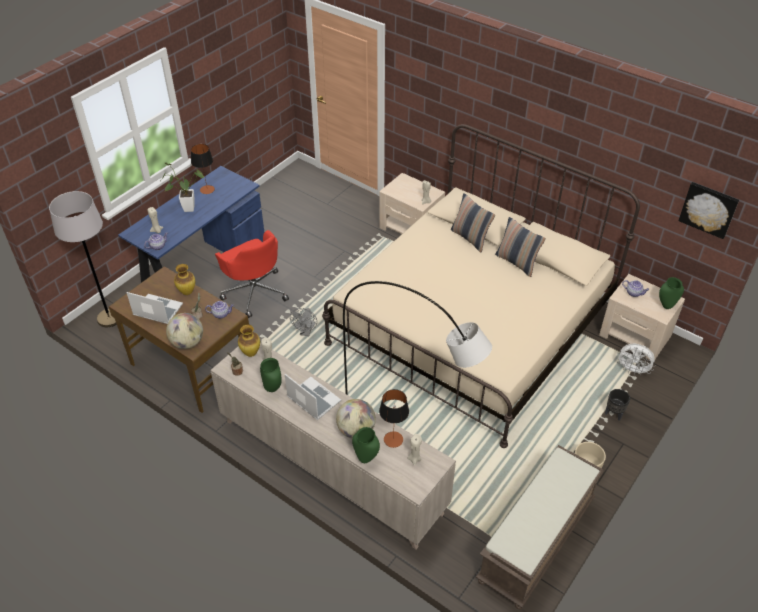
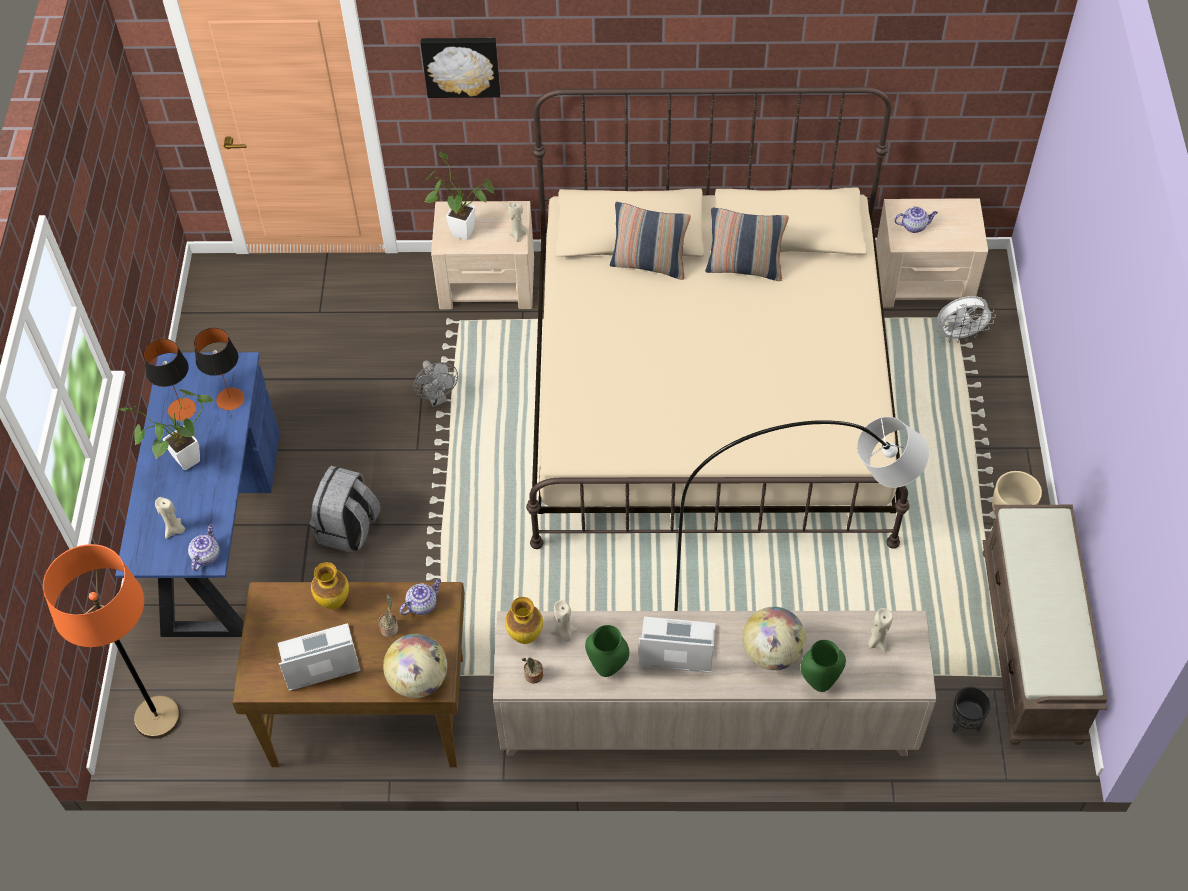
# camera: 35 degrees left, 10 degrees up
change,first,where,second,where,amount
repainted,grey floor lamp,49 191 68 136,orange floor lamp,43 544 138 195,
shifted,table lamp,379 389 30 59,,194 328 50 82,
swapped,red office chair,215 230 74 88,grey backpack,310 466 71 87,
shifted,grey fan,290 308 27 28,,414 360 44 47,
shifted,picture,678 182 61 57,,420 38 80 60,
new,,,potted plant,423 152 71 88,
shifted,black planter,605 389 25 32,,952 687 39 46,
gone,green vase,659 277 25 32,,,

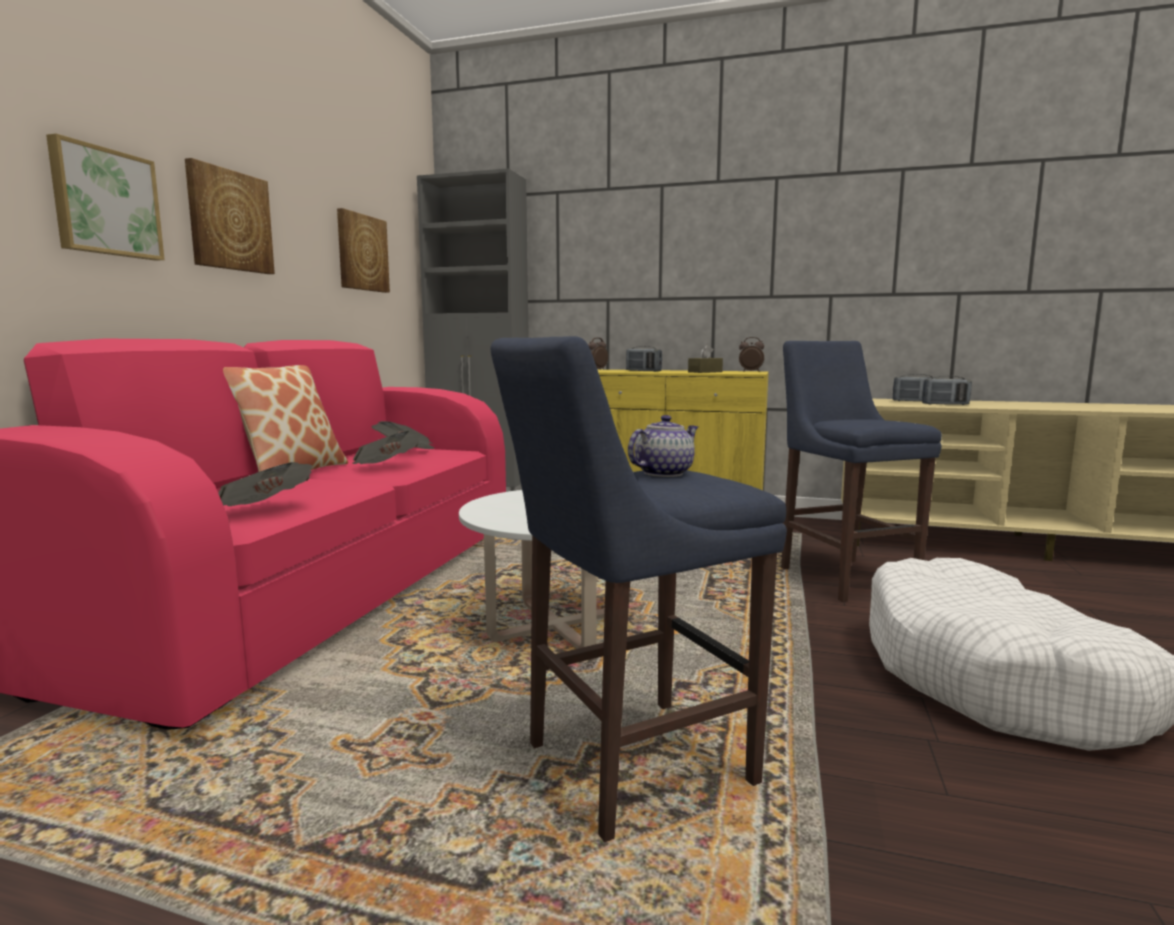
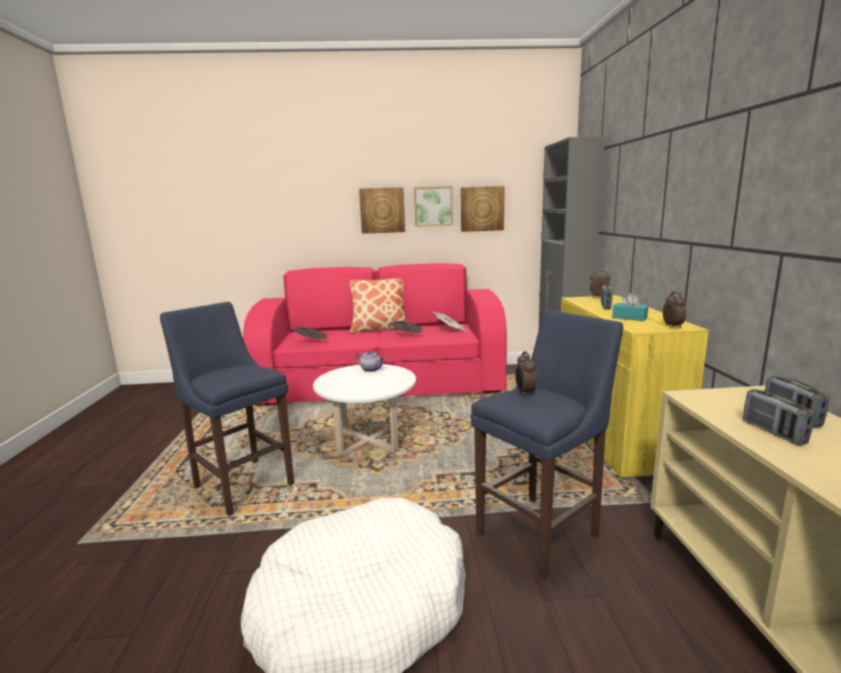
# camera: 70 degrees right, 5 degrees up
change,first,where,second,where,amount
shifted,teapot,628 415 70 62,,356 350 29 22,
shifted,picture,46 134 119 127,,414 186 39 41,
new,,,alarm clock,515 351 22 46,
repainted,brown tissue box,688 345 35 28,turquoise tissue box,612 293 36 28,

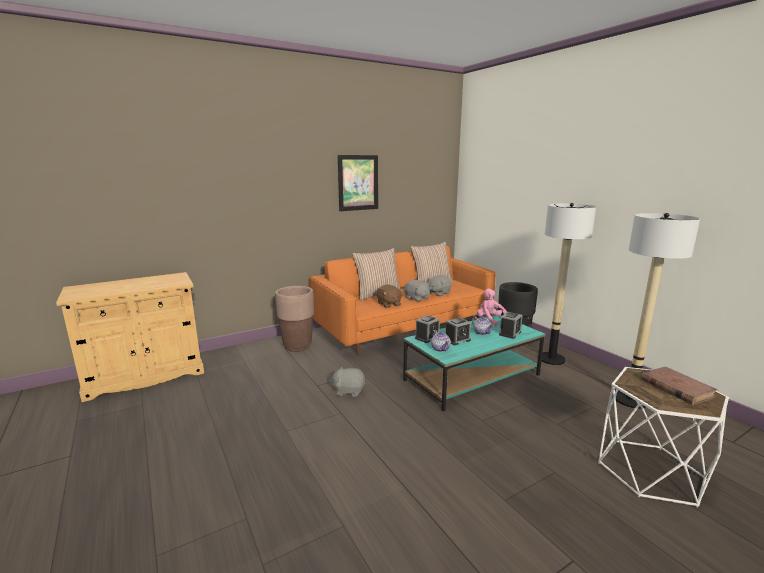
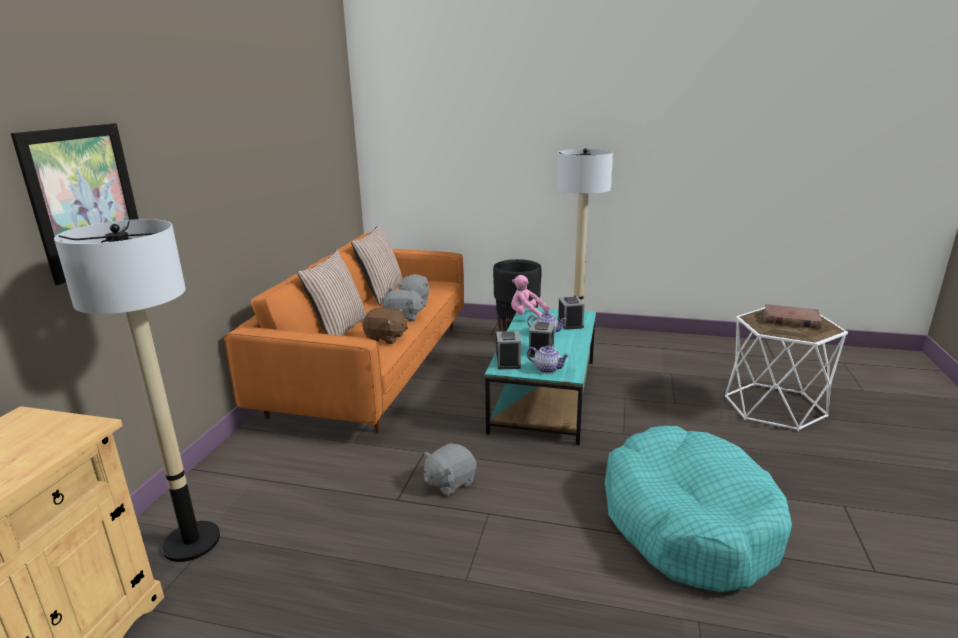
# camera: 45 degrees left, 5 degrees up
change,first,where,second,where,amount
shifted,picture,338 155 40 56,,11 123 128 162,
shifted,floor lamp,615 213 85 196,,54 219 166 343,
new,,,turquoise dog bed,605 426 187 166,
gone,brown planter,275 286 39 66,,,

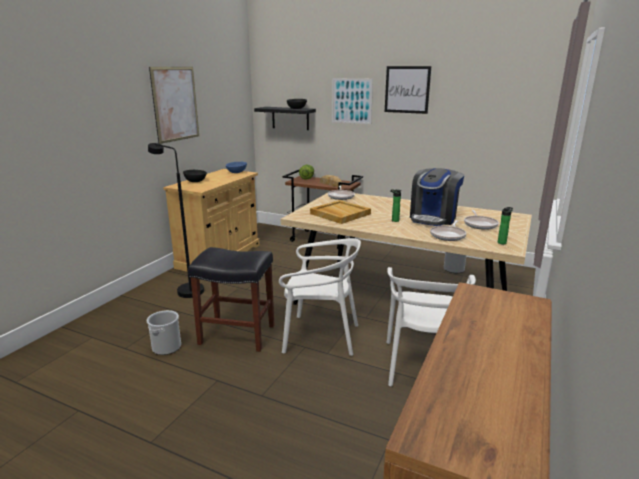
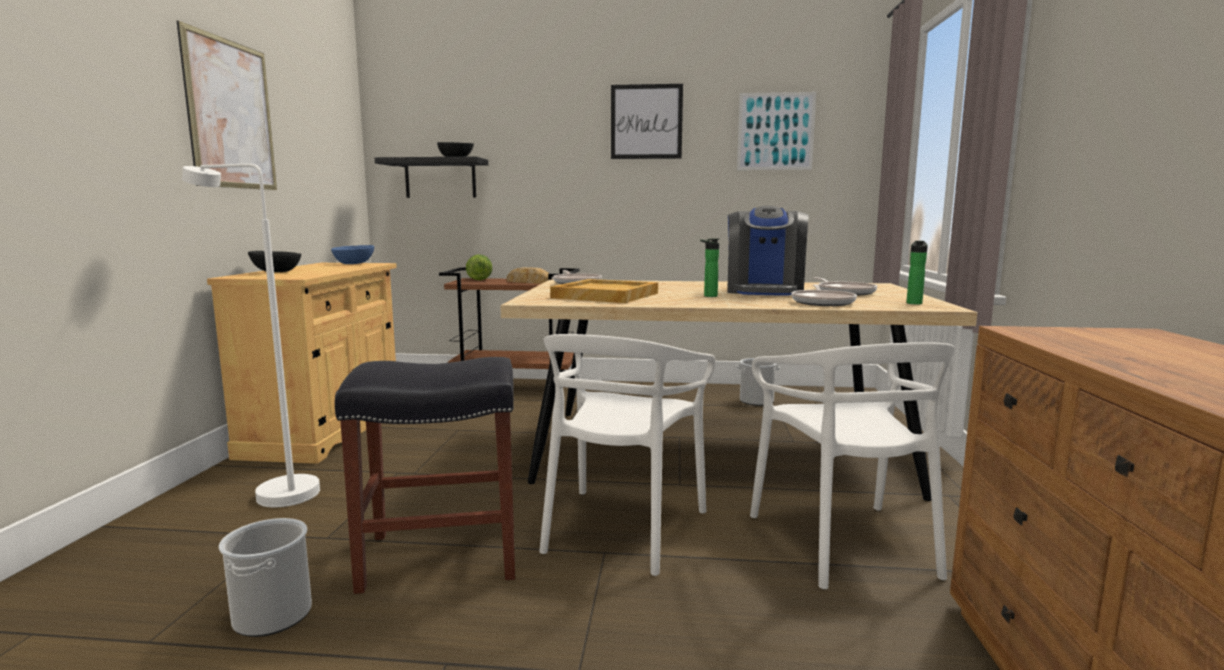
# camera: 20 degrees left, 10 degrees down
change,first,where,second,where,amount
repainted,black floor lamp,148 143 56 155,white floor lamp,182 164 138 343,
rotated,white chair,279 238 82 118,,539 334 176 242,120 degrees clockwise
shifted,picture,332 78 41 46,,737 92 79 78,

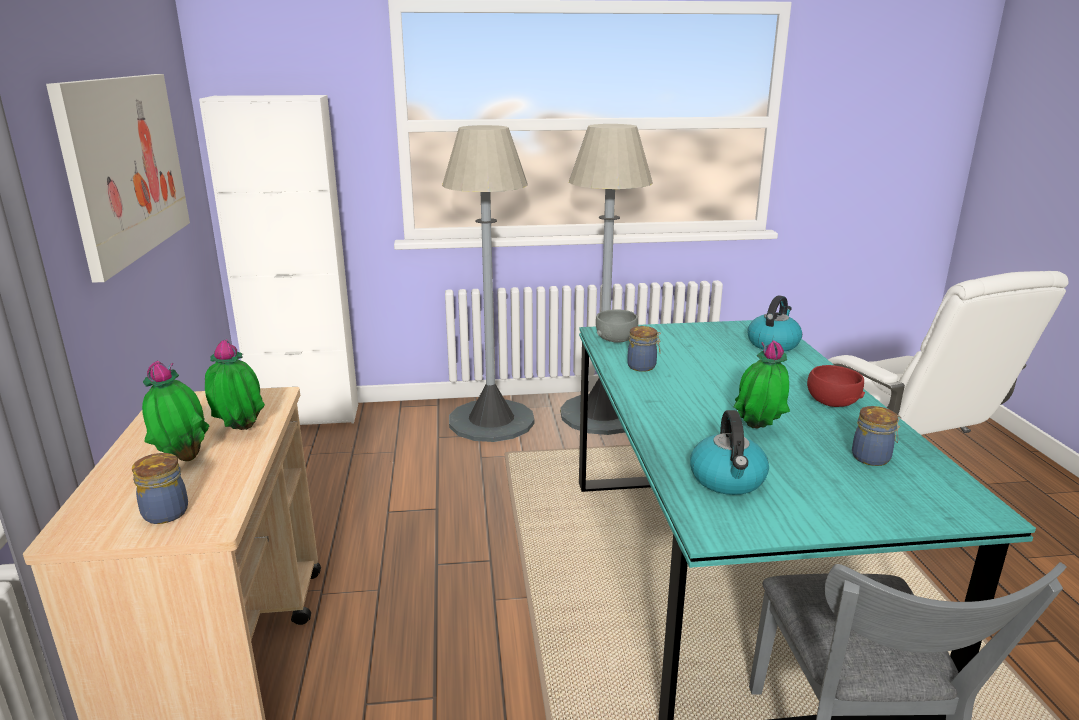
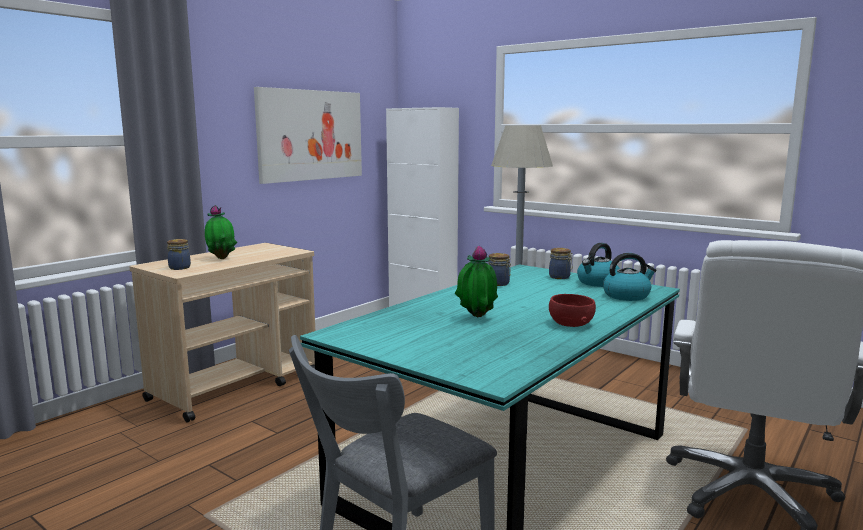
# camera: 45 degrees right, 10 degrees down
change,first,where,second,where,amount
shifted,jar,852 406 50 60,,549 248 23 31,
shifted,kettle,690 410 79 85,,577 243 43 44,
gone,potted plant,205 339 60 91,,,
gone,grey floor lamp,560 124 93 311,,,
gone,grey bowl,596 310 42 33,,,

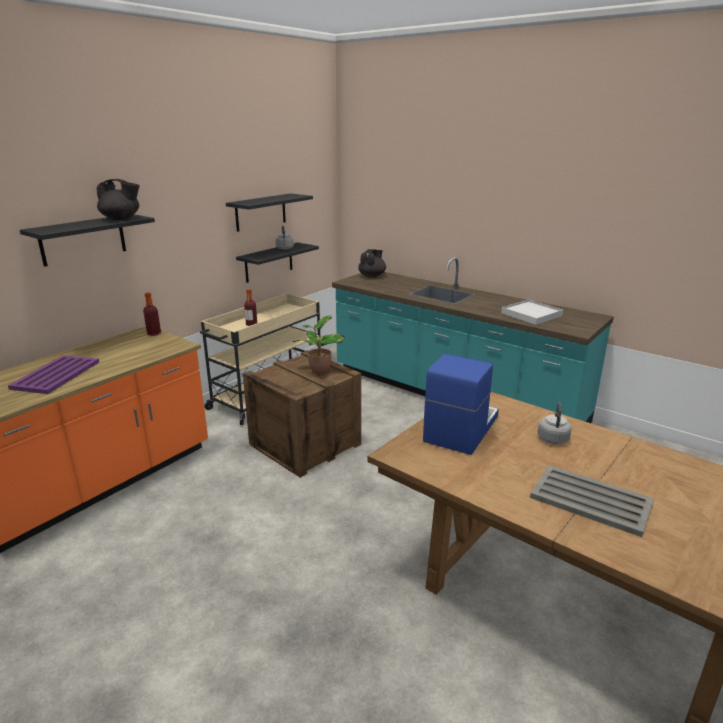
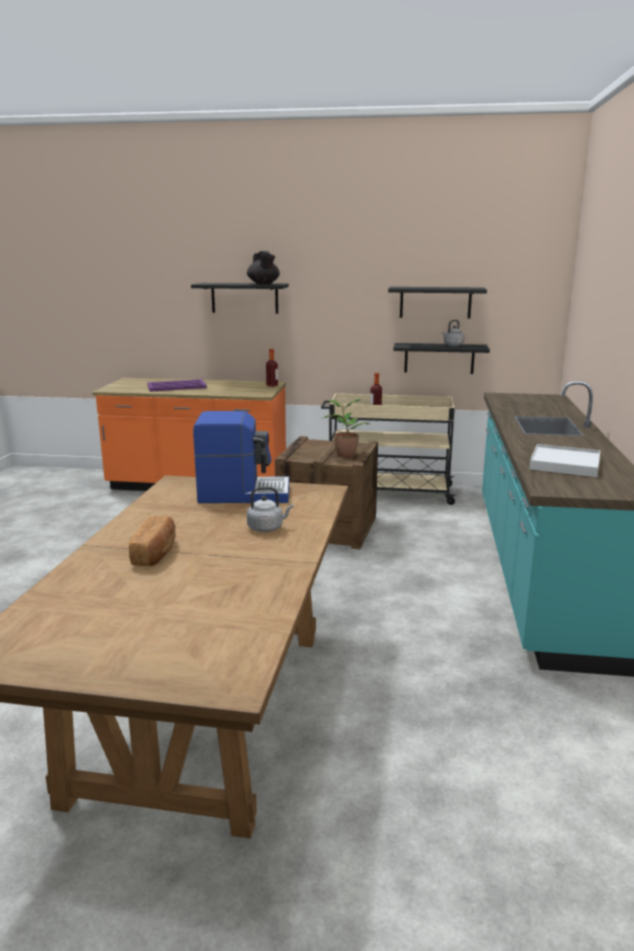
# camera: 60 degrees right, 5 degrees down
change,first,where,second,where,amount
swapped,grey tray,530 465 124 72,bread,129 516 46 50,
gone,black teapot,358 249 28 28,,,

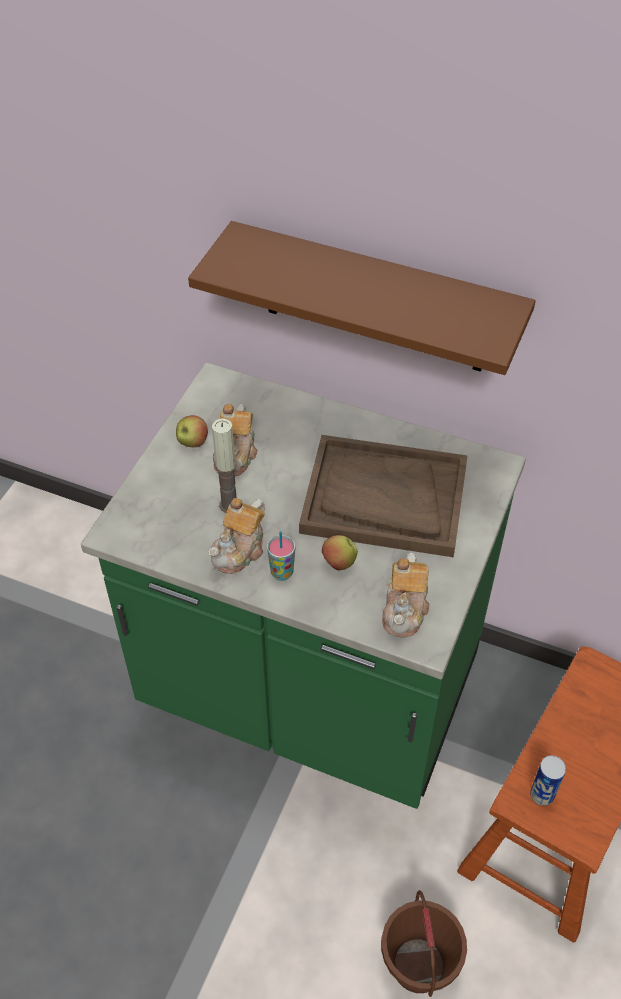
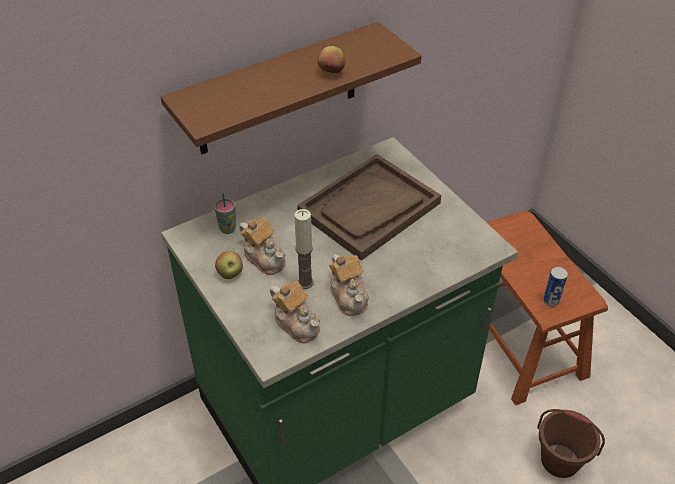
# camera: 55 degrees left, 5 degrees down
change,first,where,second,where,amount
shifted,cup,267 531 28 50,,214 193 22 41,
shifted,teapot,382 553 47 84,,270 281 50 62,
shifted,apple,322 535 36 35,,317 46 28 27,

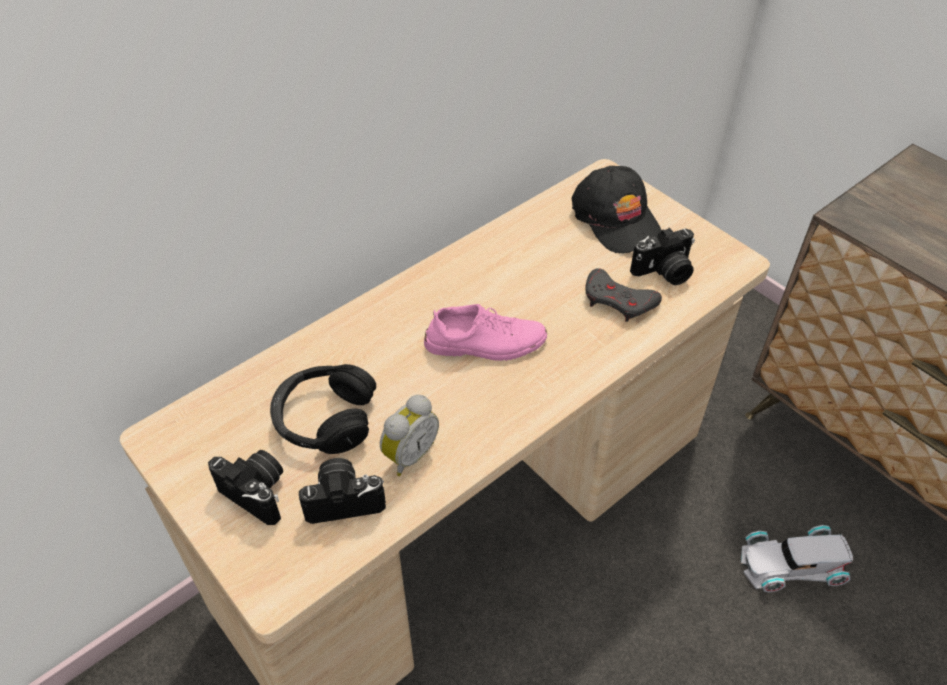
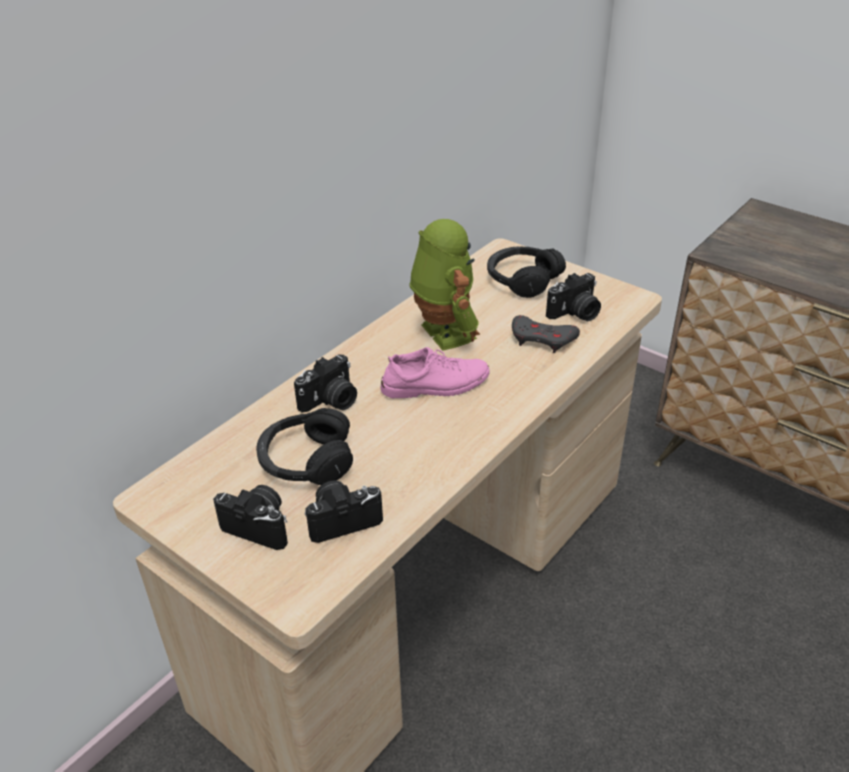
# camera: 10 degrees left, 10 degrees down
change,first,where,second,where,amount
new,,,photo camera,294 354 63 58,
new,,,toy robot,410 219 70 131,
swapped,black cap,572 166 90 87,black headphones,487 247 79 51,
gone,alarm clock,380 395 59 81,,,
gone,white toy car,741 525 112 68,,,

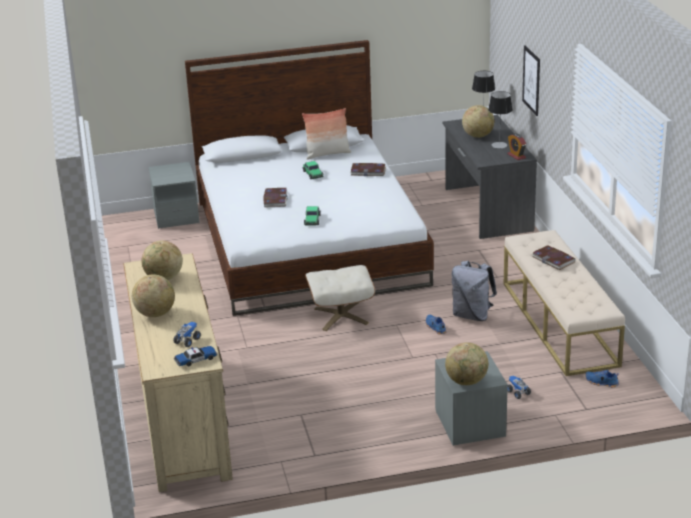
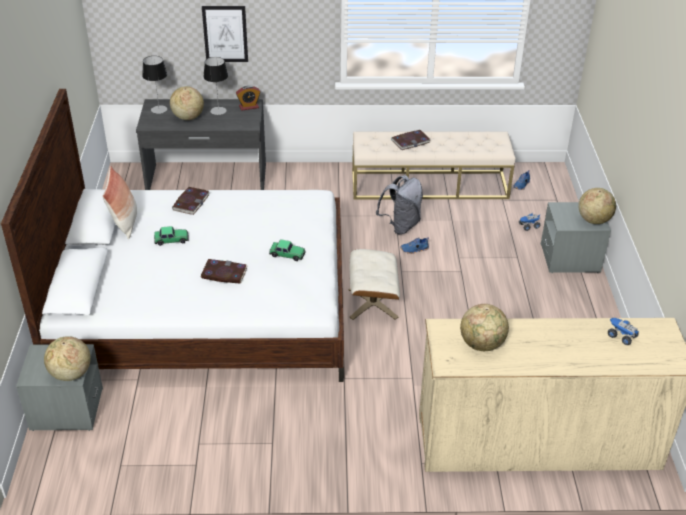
# camera: 80 degrees left, 10 degrees up
change,first,where,second,where,amount
shifted,globe,132 274 43 43,,44 336 47 45,
gone,toy car,174 346 44 20,,,

